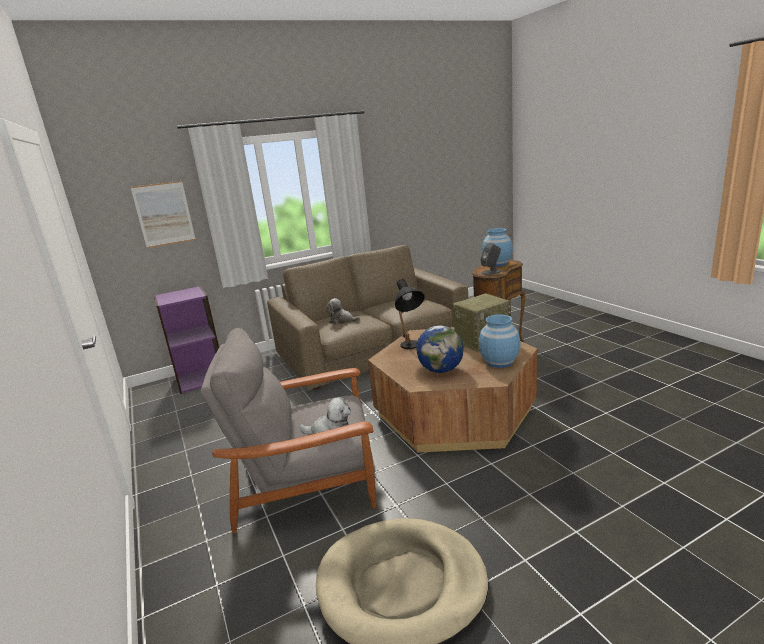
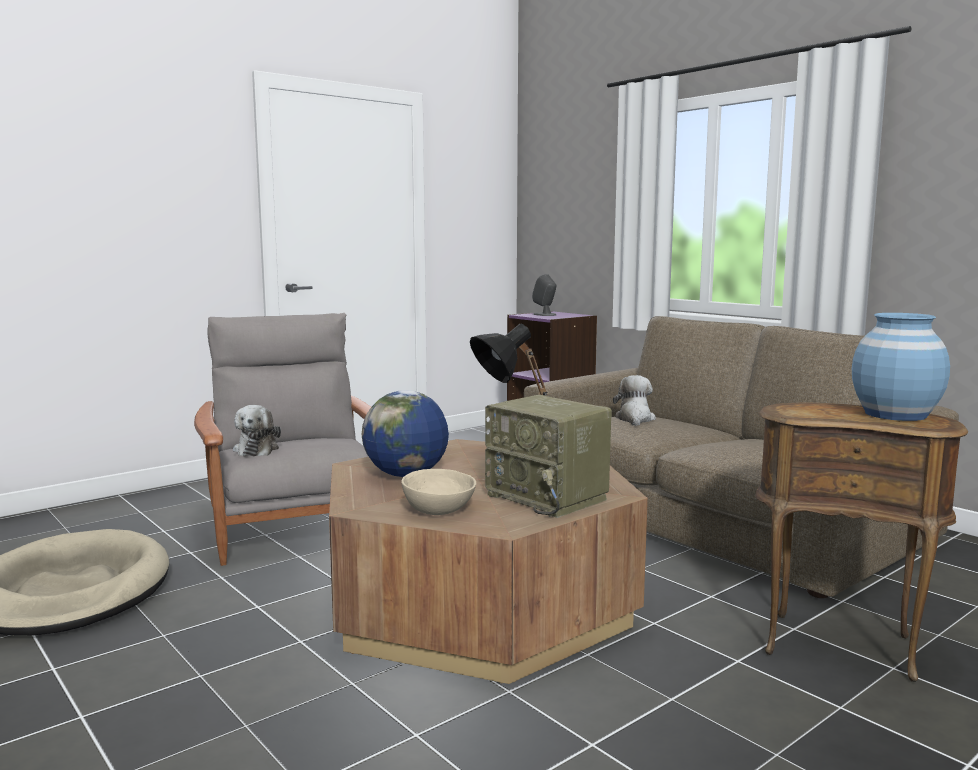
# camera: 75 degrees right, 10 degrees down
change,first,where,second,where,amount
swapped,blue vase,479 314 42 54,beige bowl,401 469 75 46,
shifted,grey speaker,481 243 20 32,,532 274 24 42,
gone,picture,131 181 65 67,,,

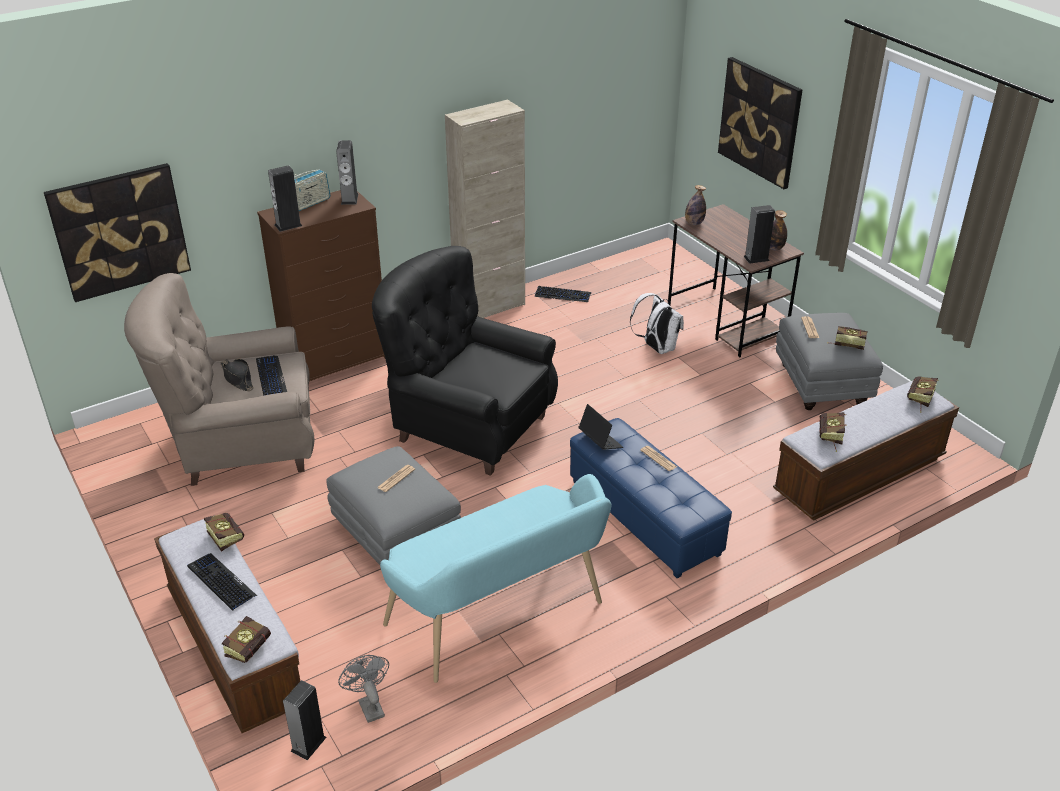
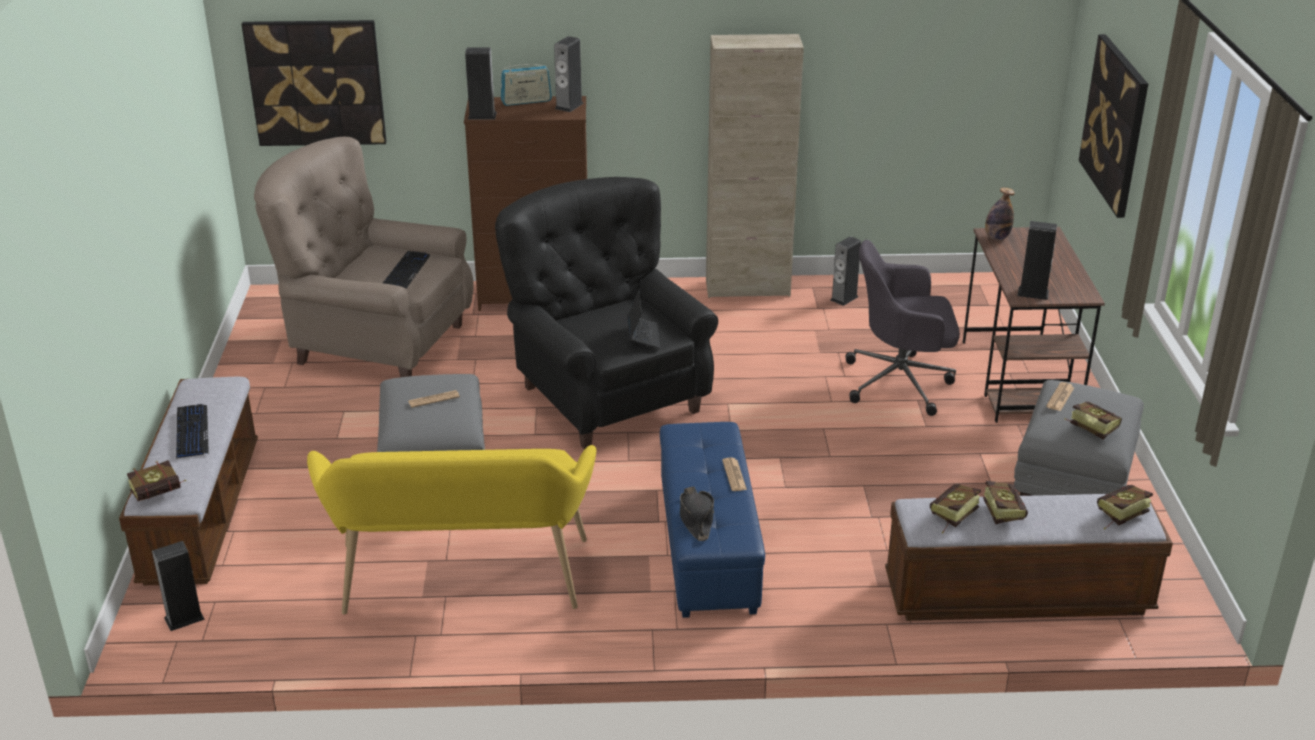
# camera: 30 degrees right, 5 degrees down
change,first,where,second,where,amount
repainted,turquoise bench,380 474 232 209,yellow bench,307 445 289 169,
shifted,laptop,579 404 44 46,,627 290 33 59,
shifted,black hat,220 359 34 32,,680 487 34 54,
swapped,keyboard,535 286 56 16,speaker,830 236 31 70,
swapped,white backpack,630 293 54 61,grey office chair,846 240 114 176,
shifted,book,204 513 40 39,,983 481 45 43,
gone,grey fan,338 655 51 68,,,
gone,bottle,770 210 17 40,,,

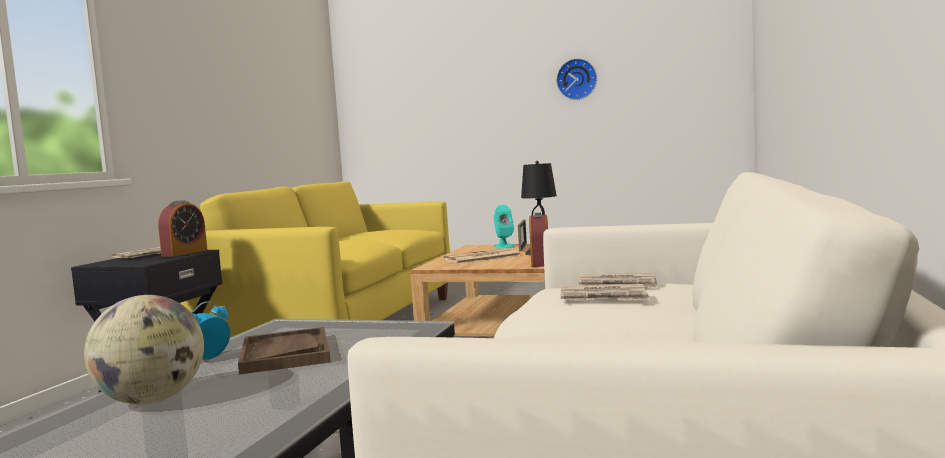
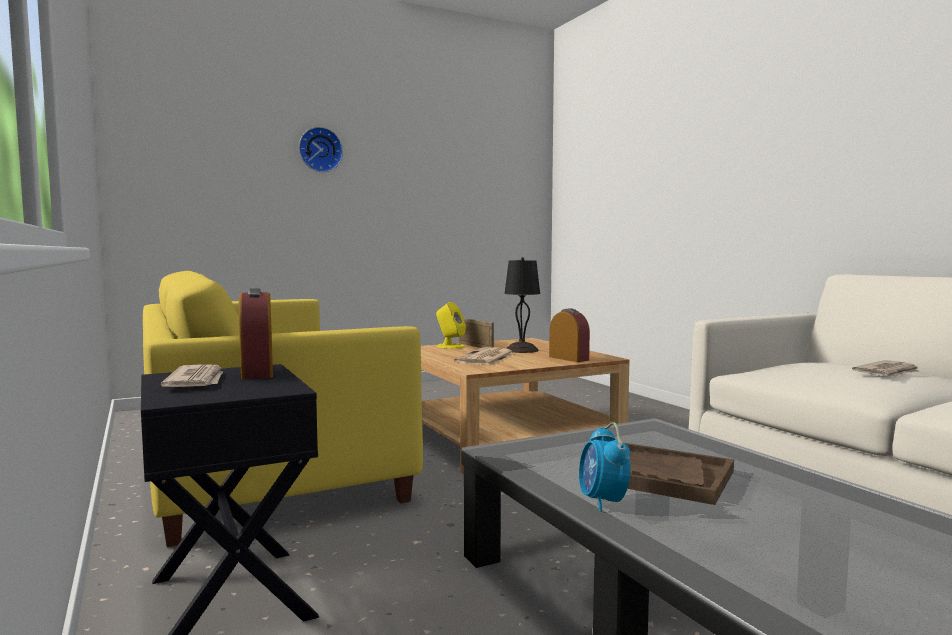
# camera: 45 degrees left, 0 degrees up
change,first,where,second,where,amount
shifted,wall clock,556 58 41 42,,299 127 44 45,
repainted,turquoise speaker,494 205 21 44,yellow speaker,436 302 30 47,
gone,globe,84 295 120 110,,,
gone,newspaper,579 273 79 15,,,

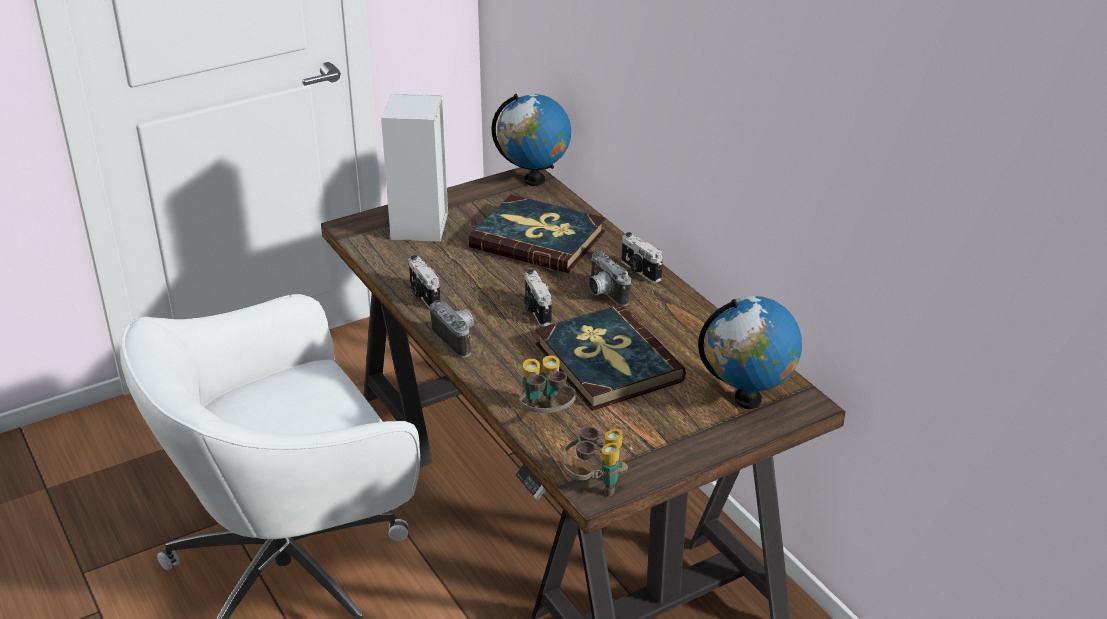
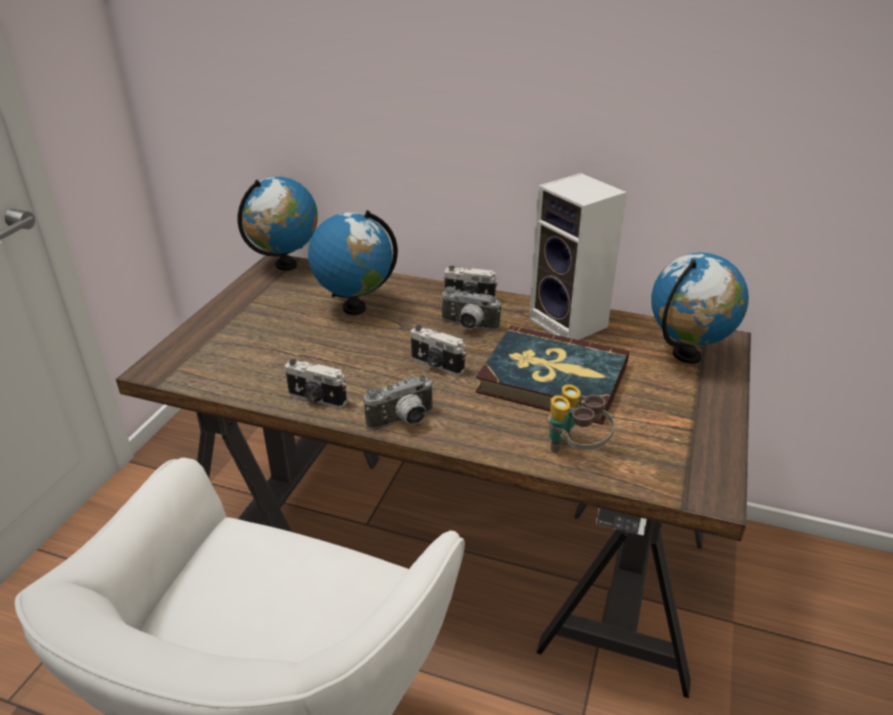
# camera: 40 degrees left, 0 degrees up
change,first,where,second,where,amount
swapped,book,468 195 138 78,globe,308 210 90 105,
rotated,photo camera,430 300 44 58,,364 375 70 55,135 degrees clockwise
shifted,speaker,381 93 67 149,,529 173 98 167,
gone,binoculars,562 426 66 70,,,

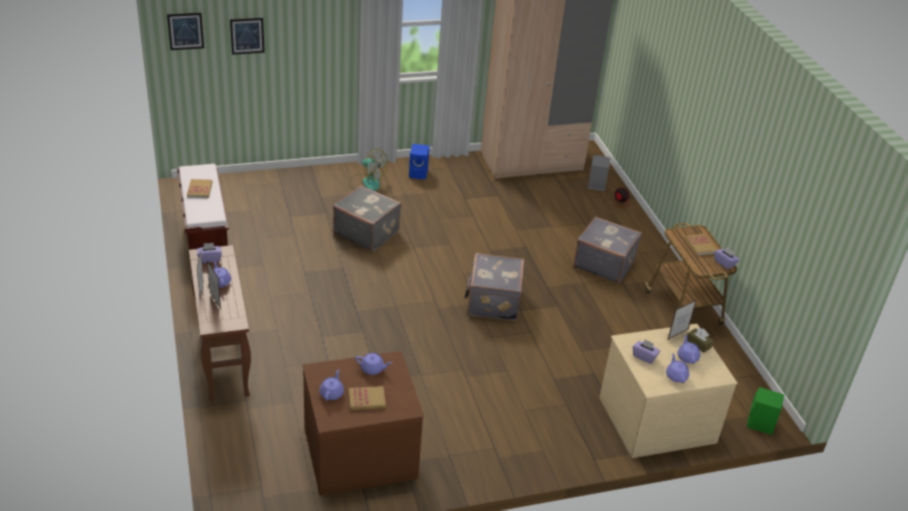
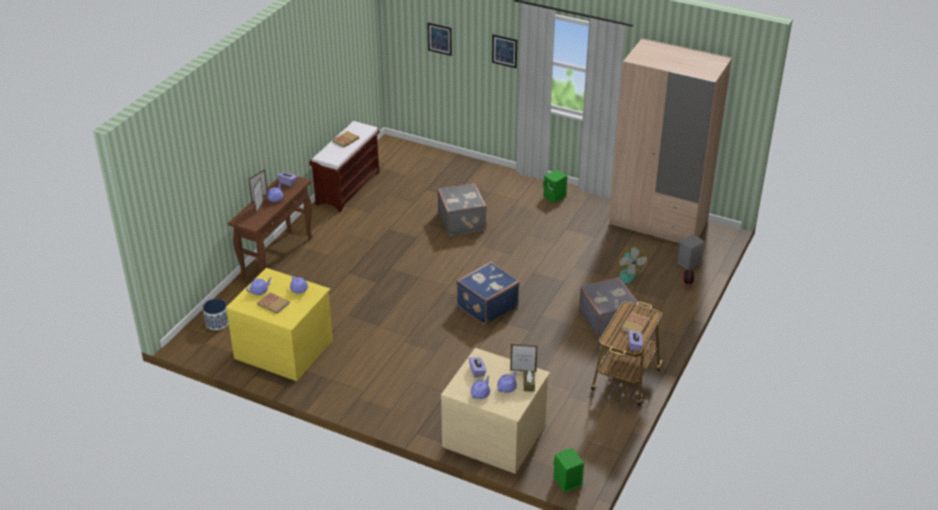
# camera: 45 degrees right, 0 degrees up
change,first,where,second,where,amount
new,,,planter,202 299 27 31,
repainted,brown dresser,303 351 121 144,yellow dresser,226 268 107 113,
repainted,grey suitcase,464 253 60 68,blue suitcase,456 261 64 64,
shifted,picture,167 13 37 37,,492 34 25 34,
repainted,blue speaker,409 144 21 35,green speaker,543 170 24 33,
shifted,fan,349 148 39 43,,606 246 42 38,

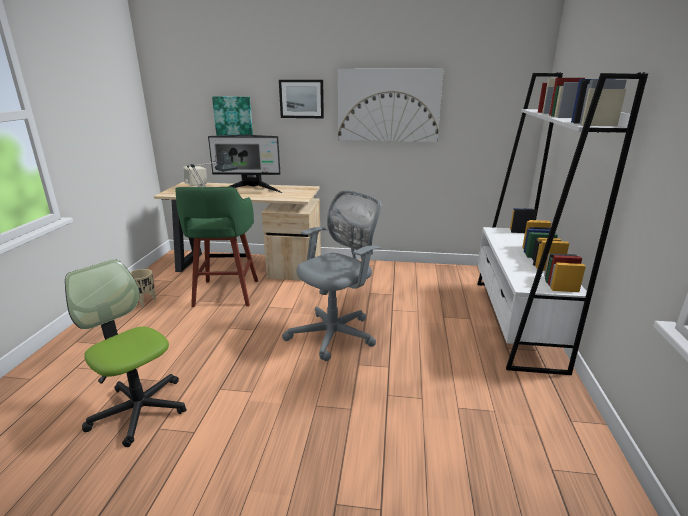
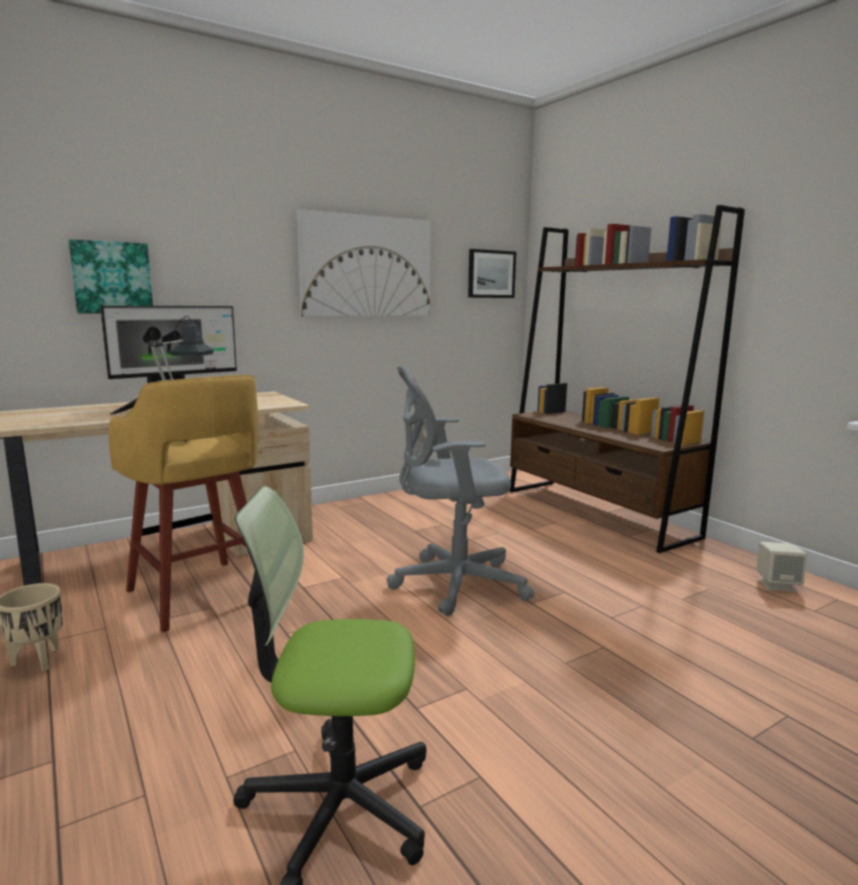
# camera: 40 degrees left, 10 degrees down
change,first,where,second,where,amount
repainted,green stool,176 187 82 120,yellow stool,109 375 149 257,
rotated,grey office chair,282 190 100 171,,386 366 148 250,105 degrees counterclockwise
shifted,picture,279 80 45 38,,468 249 48 49,
repainted,white bookcase,477 72 171 303,brown bookcase,509 205 236 348,
shifted,beige speaker,183 166 24 21,,757 542 50 50,

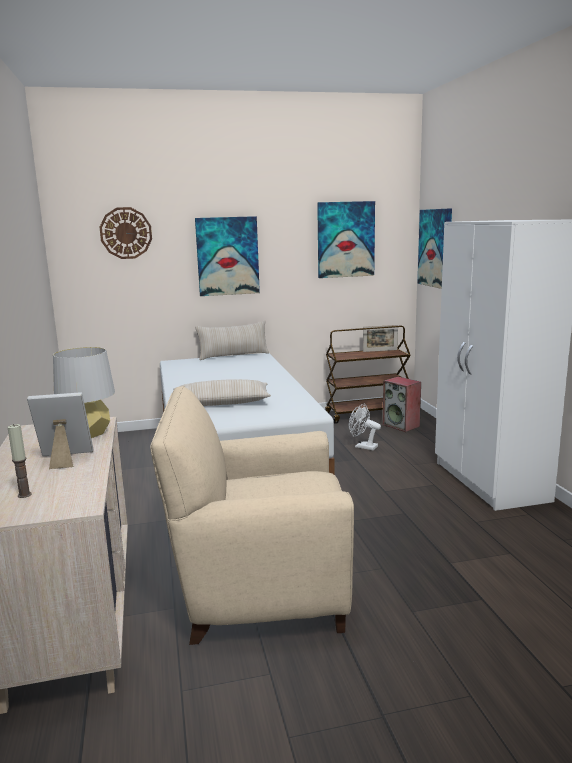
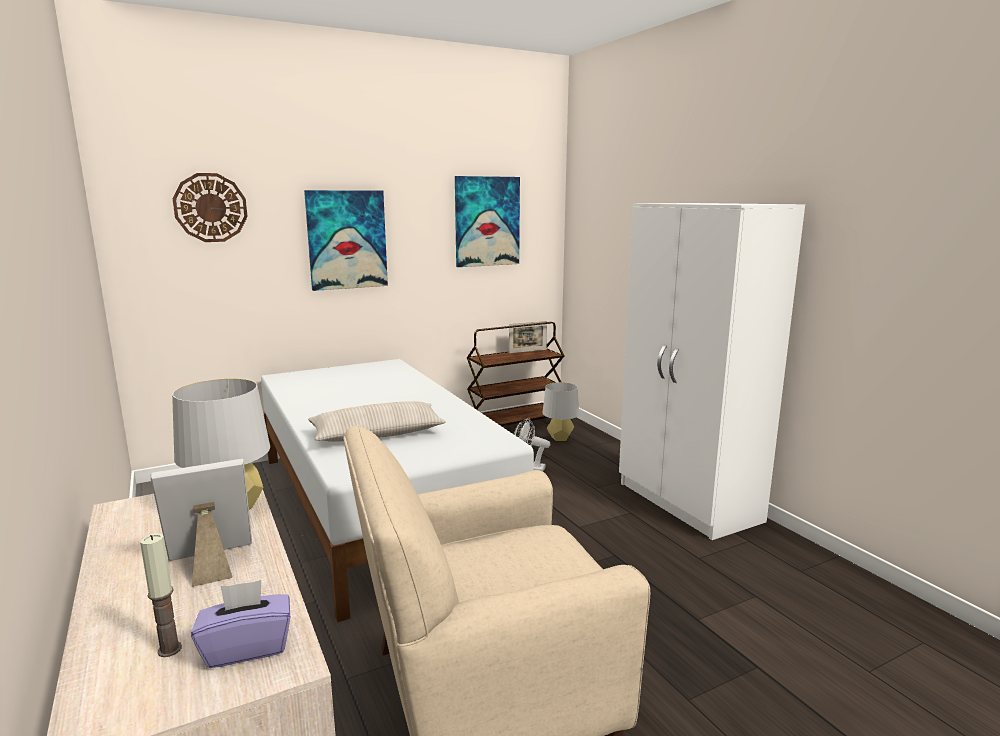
# camera: 15 degrees left, 0 degrees up
change,first,where,second,where,amount
new,,,purple tissue box,191 580 99 88,
swapped,speaker,383 377 38 55,grey table lamp,542 382 37 59,
gone,beige pillow,195 320 74 40,,,
gone,picture,418 208 34 81,,,

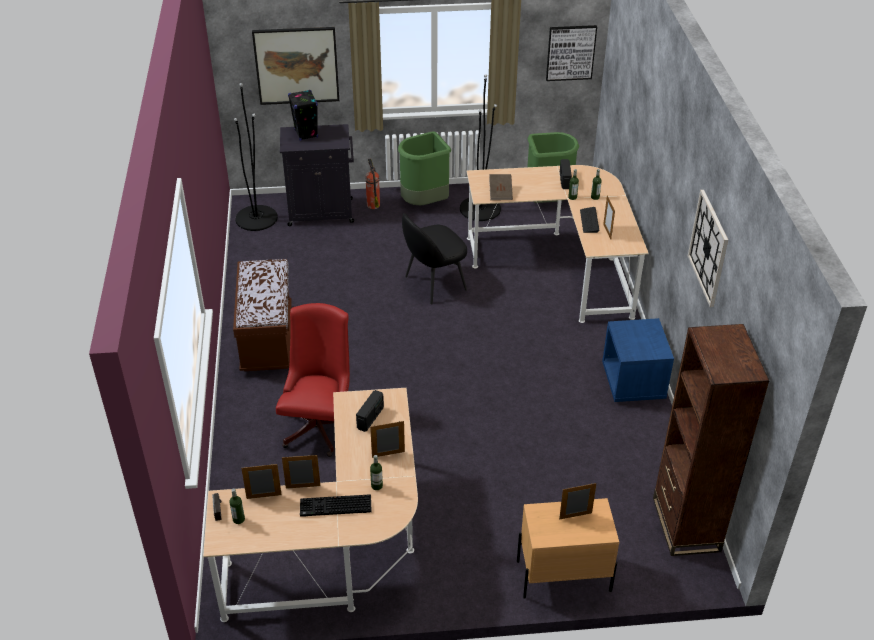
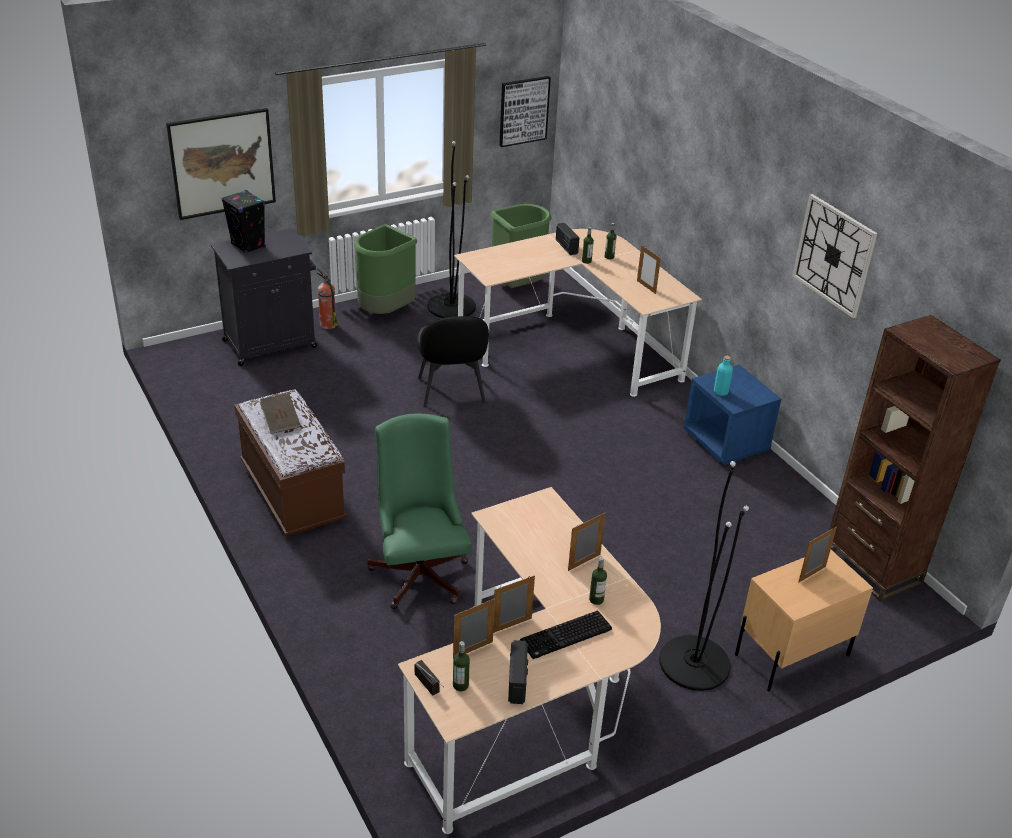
# camera: 25 degrees left, 5 degrees down
change,first,where,second,where,amount
shifted,brown book,489 174 24 26,,260 393 41 41,
repainted,red office chair,276 303 74 154,green office chair,368 414 104 195,
rotated,black chair,402 213 65 91,,416 316 73 91,45 degrees counterclockwise
shifted,radio,356 390 28 42,,508 640 20 64,
shifted,black floor lamp,234 83 44 148,,659 461 90 230,
new,,,turquoise bottle,714 356 19 40,
gone,keyboard,580 207 20 26,,,

